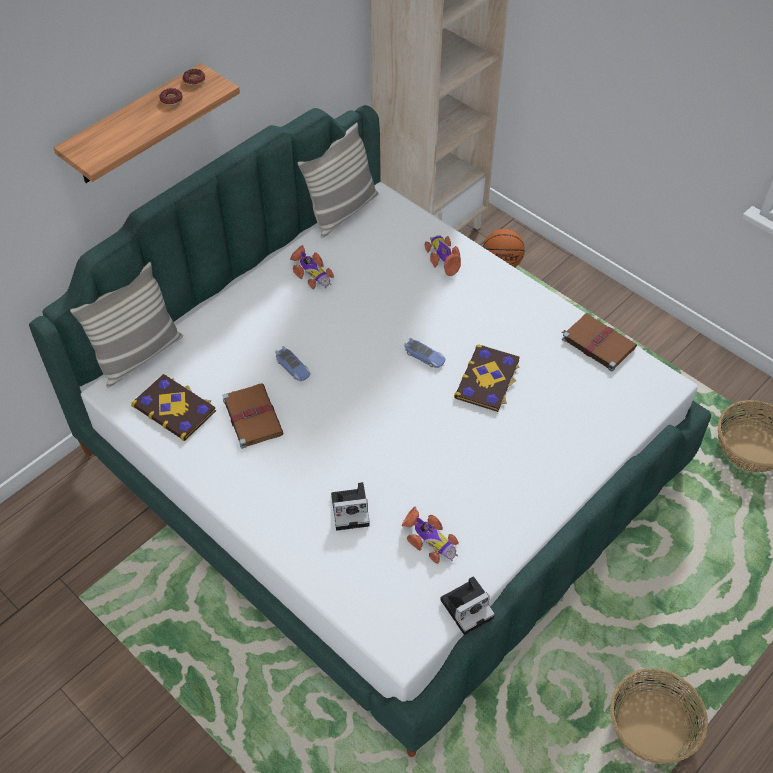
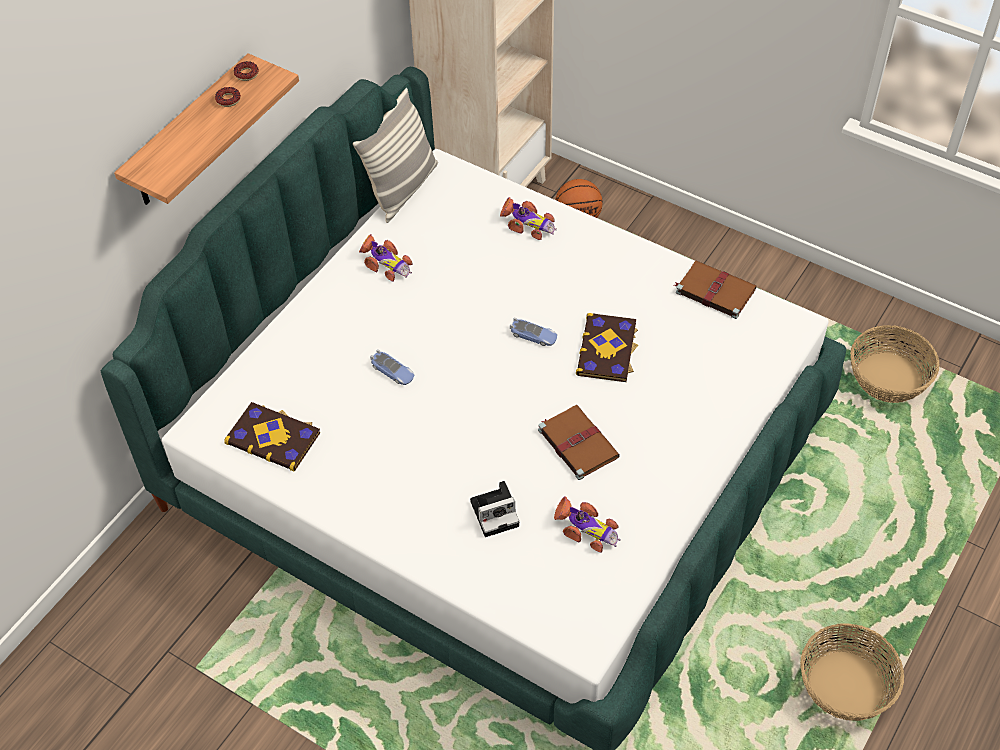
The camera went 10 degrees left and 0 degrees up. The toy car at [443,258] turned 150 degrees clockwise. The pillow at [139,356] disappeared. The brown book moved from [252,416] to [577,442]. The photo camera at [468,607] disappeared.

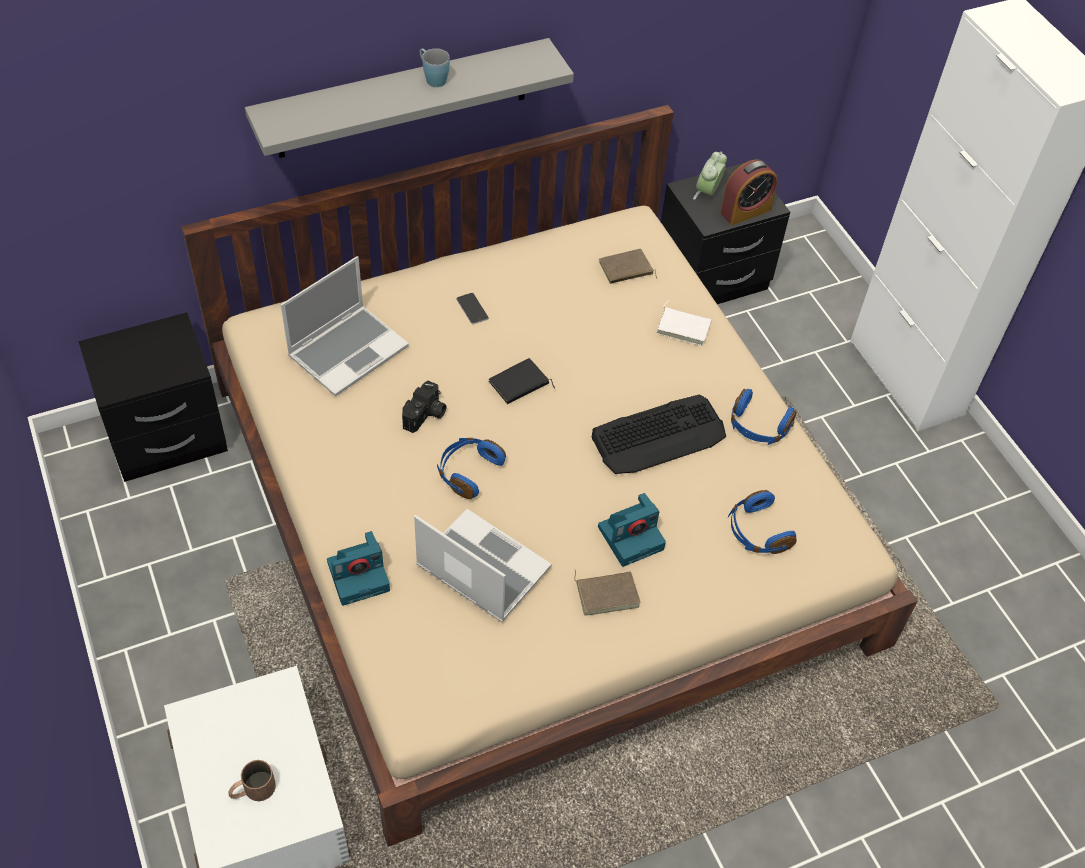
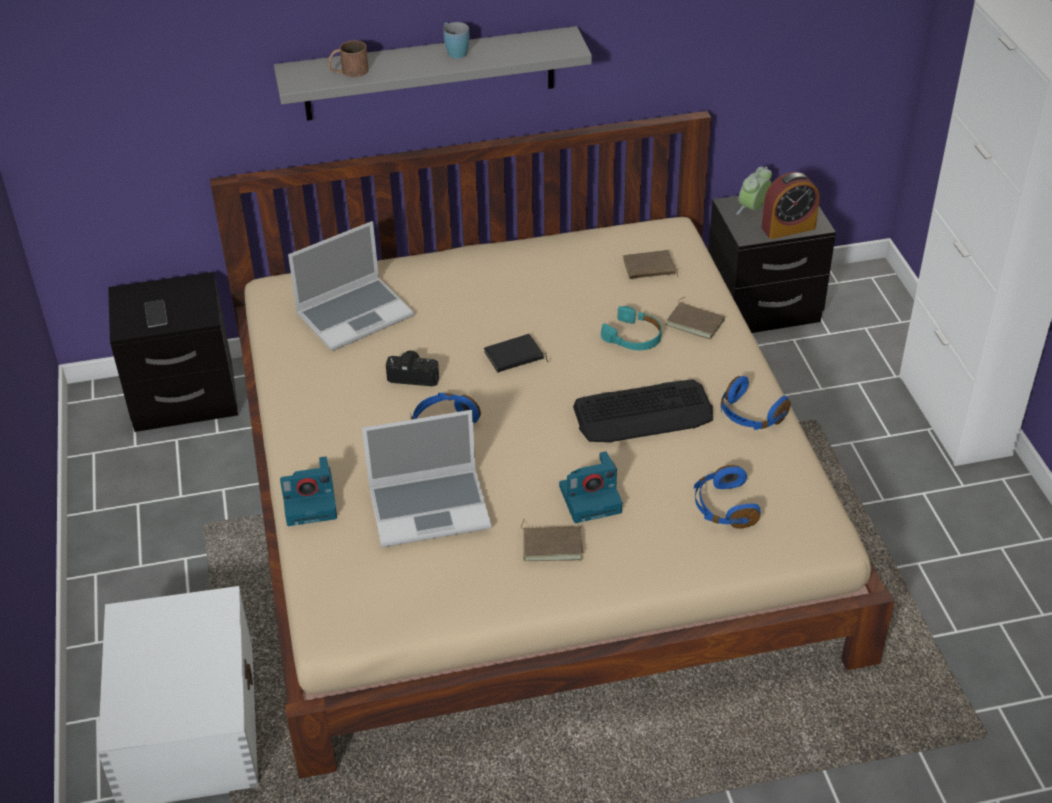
The camera went 15 degrees right and 10 degrees down. The phone moved from [472,308] to [156,314]. The white book at [684,327] became the brown book at [696,322]. The photo camera at [426,416] turned 120 degrees counterclockwise. The laptop at [480,567] turned 120 degrees clockwise. The brown mug moved from [252,790] to [348,71]. The turquoise headphones at [633,337] appeared.

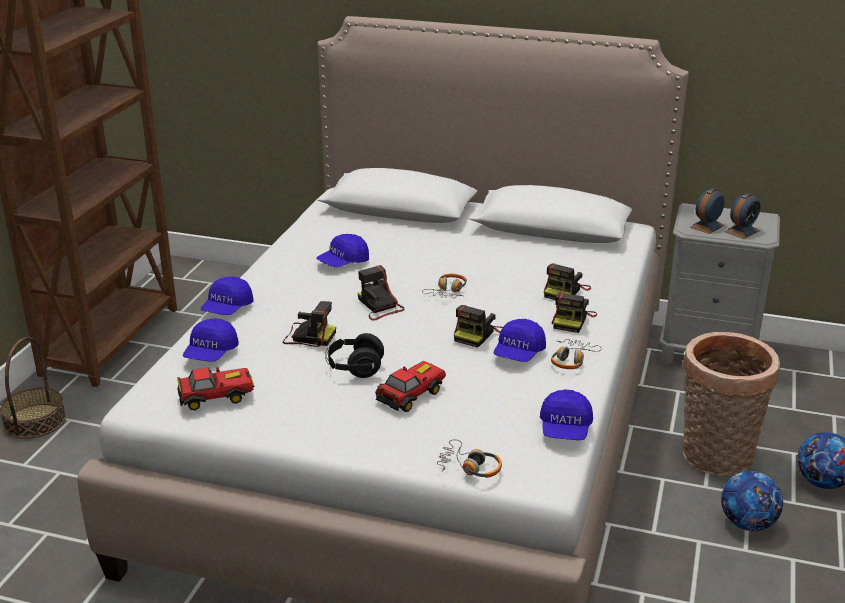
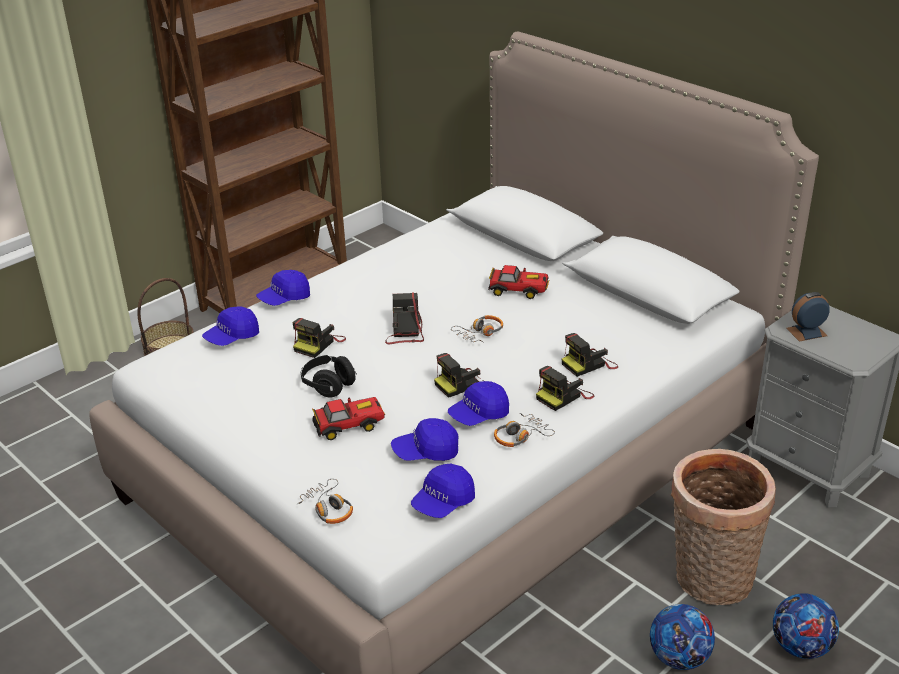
The camera went 30 degrees right and 5 degrees up. The alarm clock at [742,231] disappeared. The blue cap moved from [343,263] to [426,452]. The photo camera at [308,336] turned 75 degrees clockwise. The toy car moved from [217,397] to [518,290].

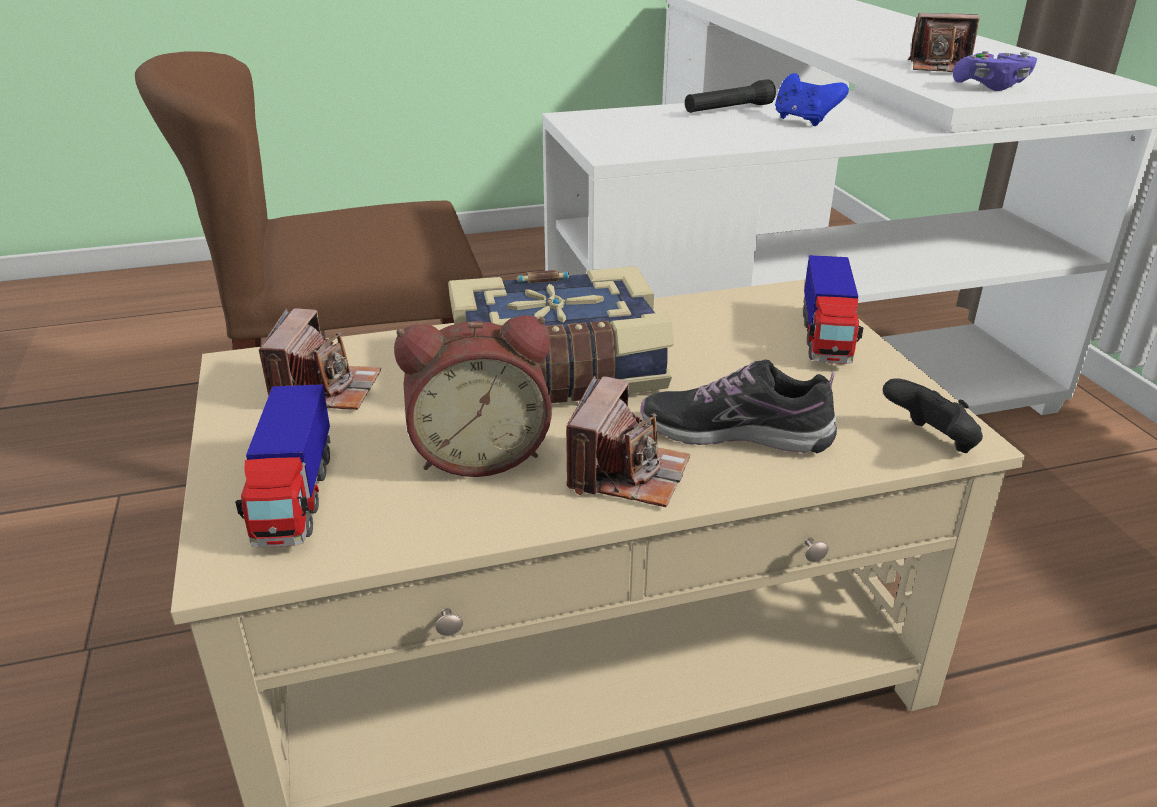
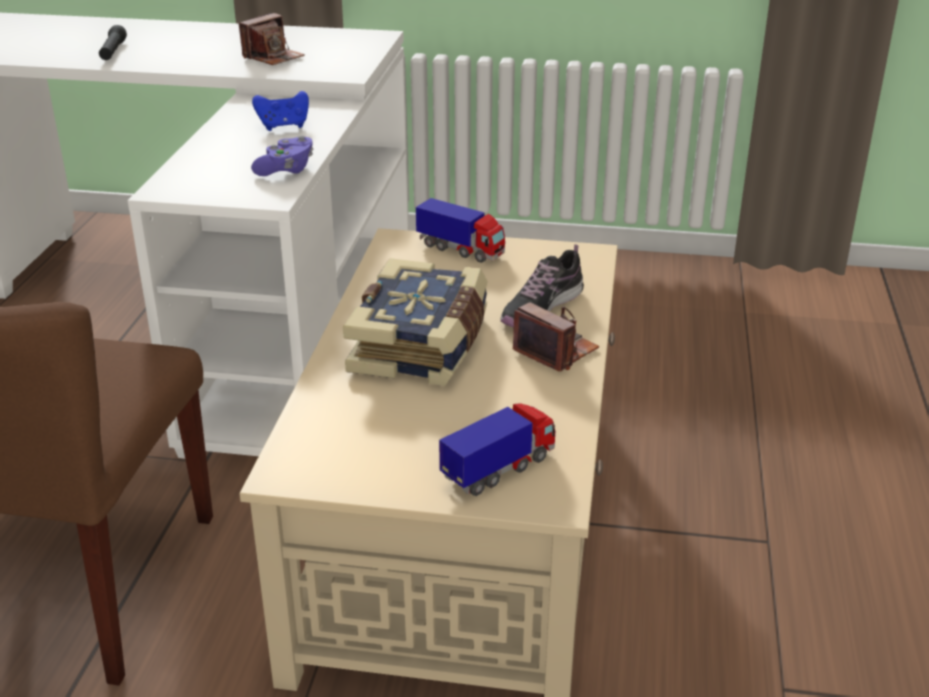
The camera went 65 degrees left and 0 degrees up. The purple game controller moved from [991,87] to [286,170]. The black flashlight moved from [728,109] to [113,52]. The photo camera at [325,389] disappeared. The alarm clock at [479,453] disappeared. The black game controller at [931,442] disappeared. The toy truck at [295,498] turned 60 degrees counterclockwise.

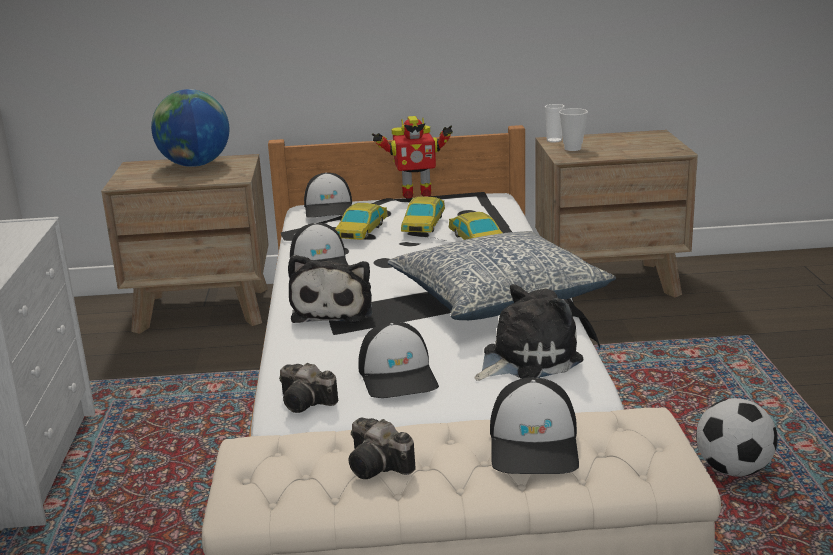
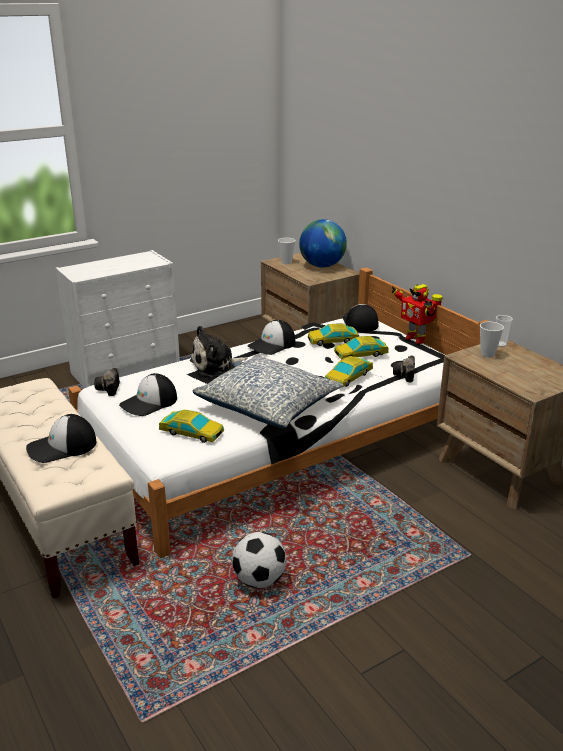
The camera went 60 degrees right and 5 degrees up. The cap at [329,208] turned 120 degrees clockwise. The plush toy at [526,358] was replaced by the toy car at [191,432]. The photo camera moved from [380,467] to [405,376]. The cup at [286,262] appeared.

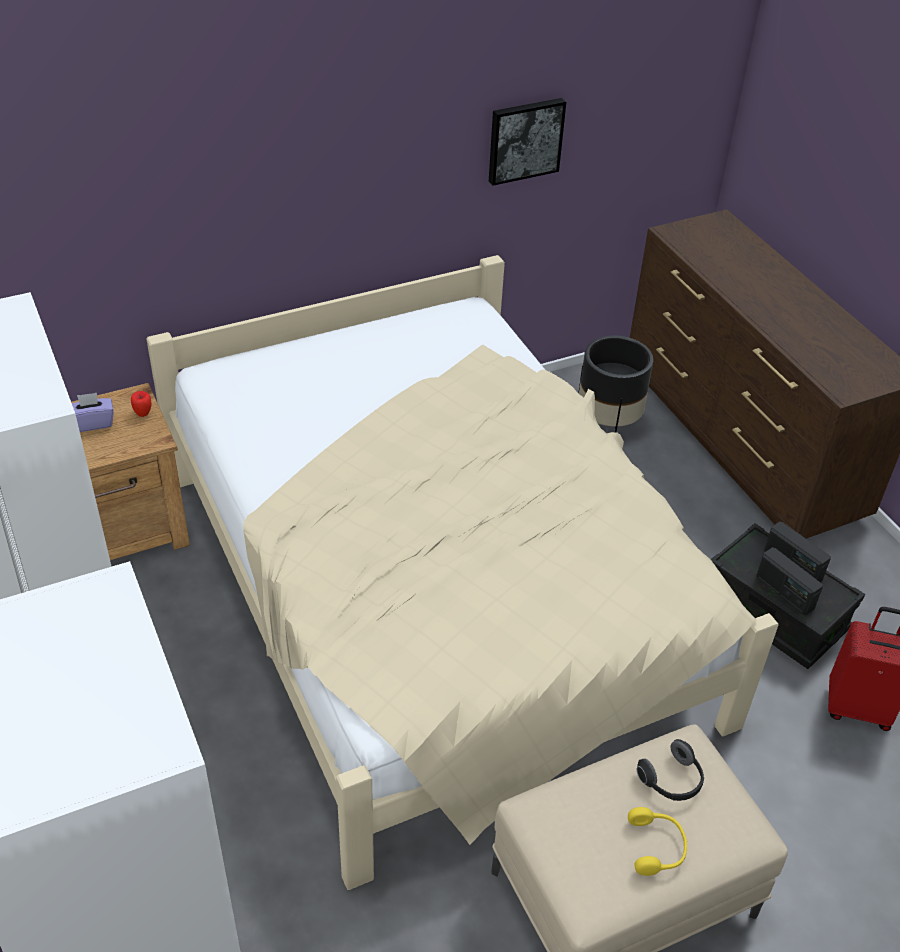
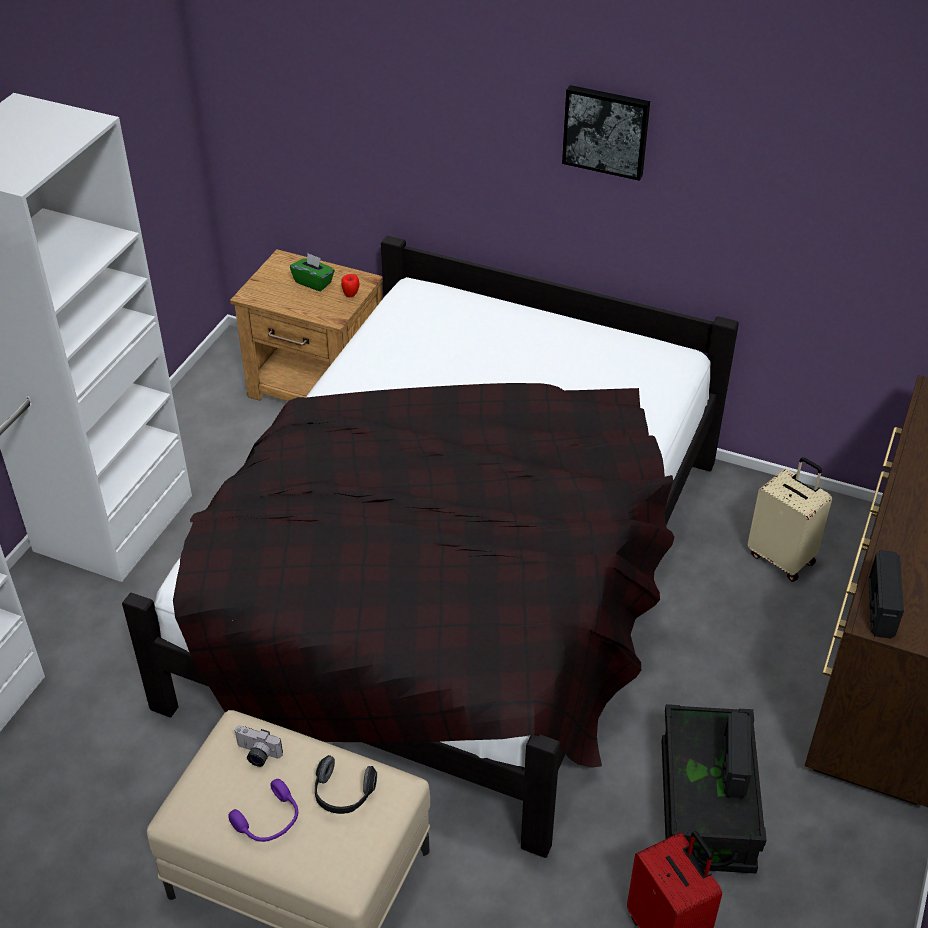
The camera went 50 degrees right and 0 degrees up. The picture moved from [524,139] to [606,130]. The beige bed at [436,596] became the black bed at [457,580]. The black planter at [607,426] was replaced by the beige suitcase at [782,558]. The purple tissue box at [93,423] became the green tissue box at [313,282]. The radio moved from [784,592] to [880,607]. The yellow headphones at [657,847] became the purple headphones at [269,821]. The photo camera at [256,754] appeared.

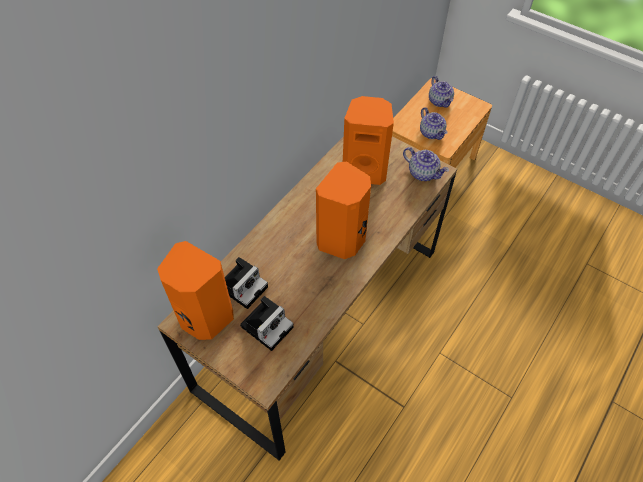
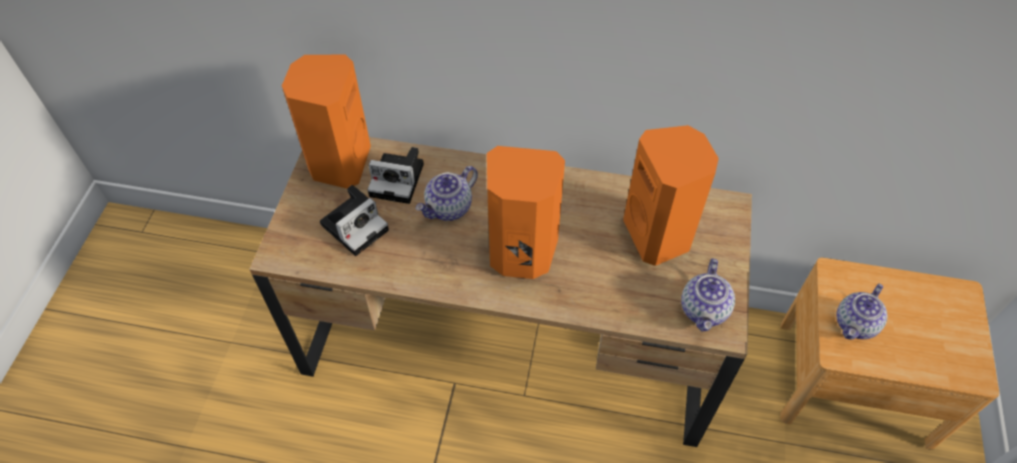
The camera went 65 degrees right and 0 degrees up. The teapot moved from [440,101] to [449,208]. The photo camera at [267,325] turned 60 degrees counterclockwise.

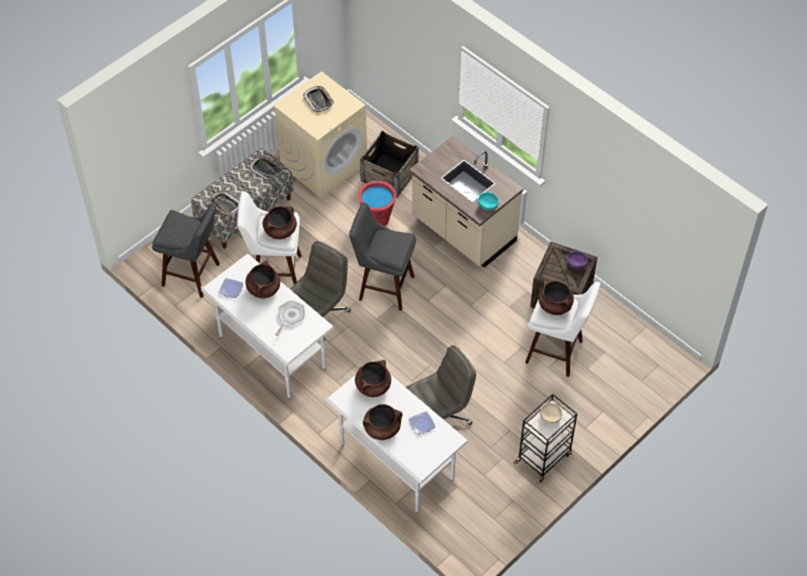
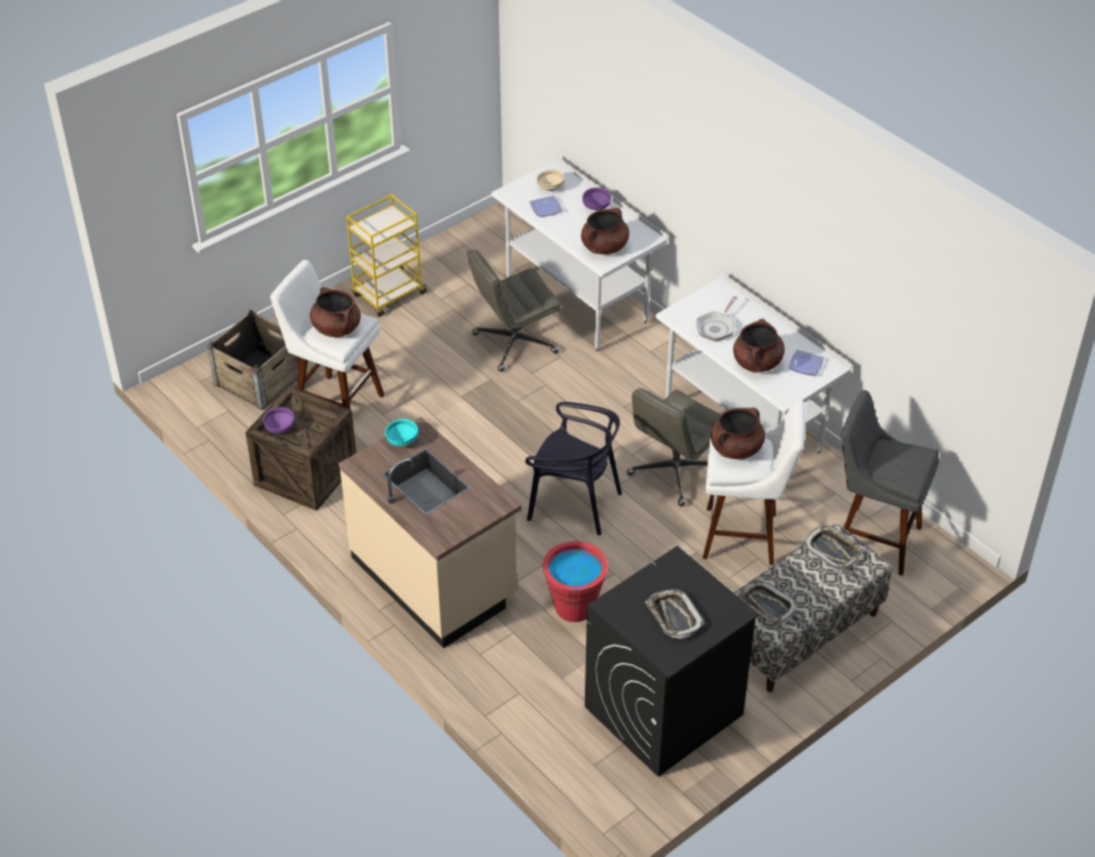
The camera went 175 degrees left and 10 degrees down. The beige washing machine at [324,164] became the black washing machine at [663,711]. The crate moved from [389,175] to [259,378]. The grey stool at [383,287] was replaced by the black chair at [574,503]. The black cart at [543,457] became the yellow cart at [389,295]. The beige bowl moved from [550,417] to [550,187]. The brown cooking pot at [382,428] was replaced by the purple bowl at [596,207].

